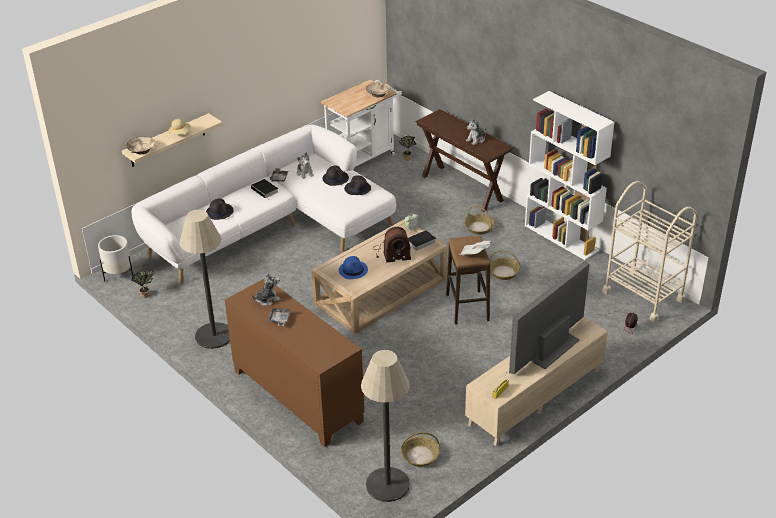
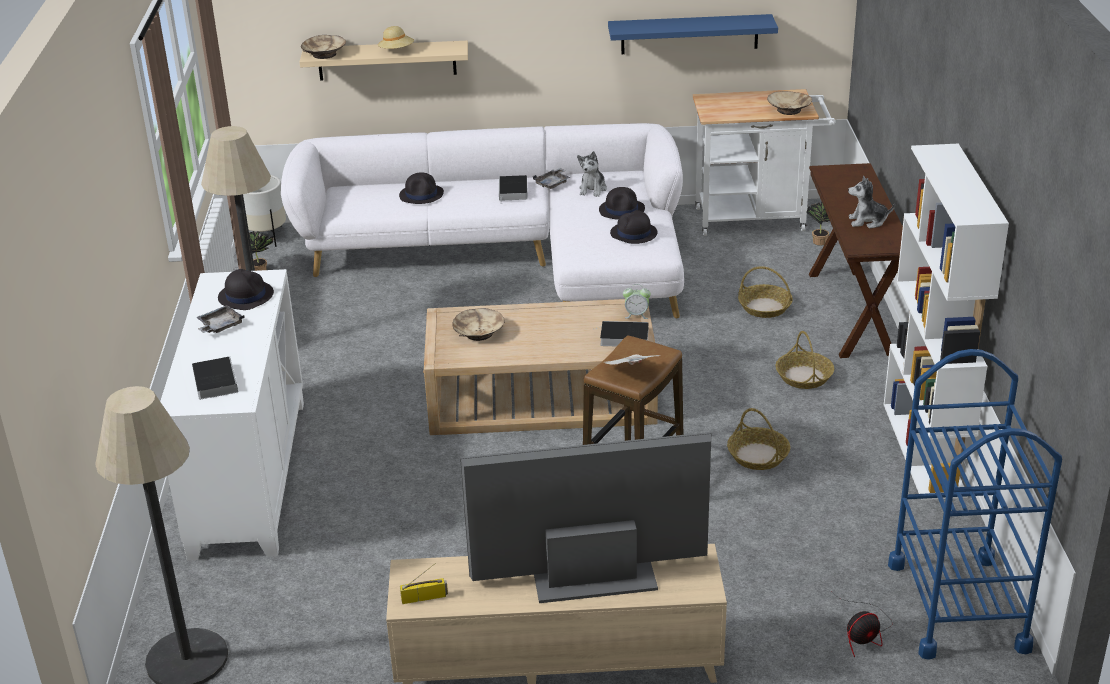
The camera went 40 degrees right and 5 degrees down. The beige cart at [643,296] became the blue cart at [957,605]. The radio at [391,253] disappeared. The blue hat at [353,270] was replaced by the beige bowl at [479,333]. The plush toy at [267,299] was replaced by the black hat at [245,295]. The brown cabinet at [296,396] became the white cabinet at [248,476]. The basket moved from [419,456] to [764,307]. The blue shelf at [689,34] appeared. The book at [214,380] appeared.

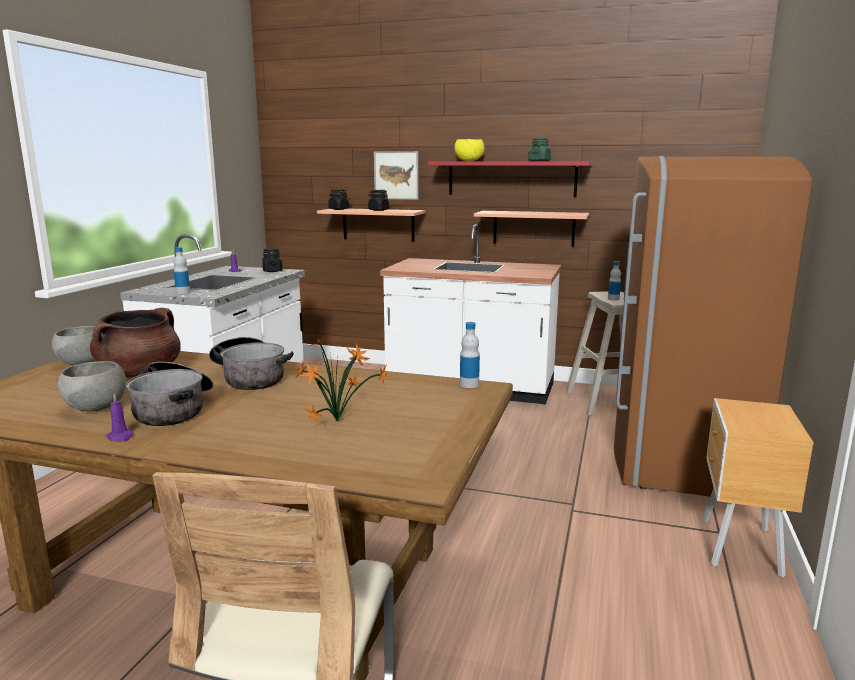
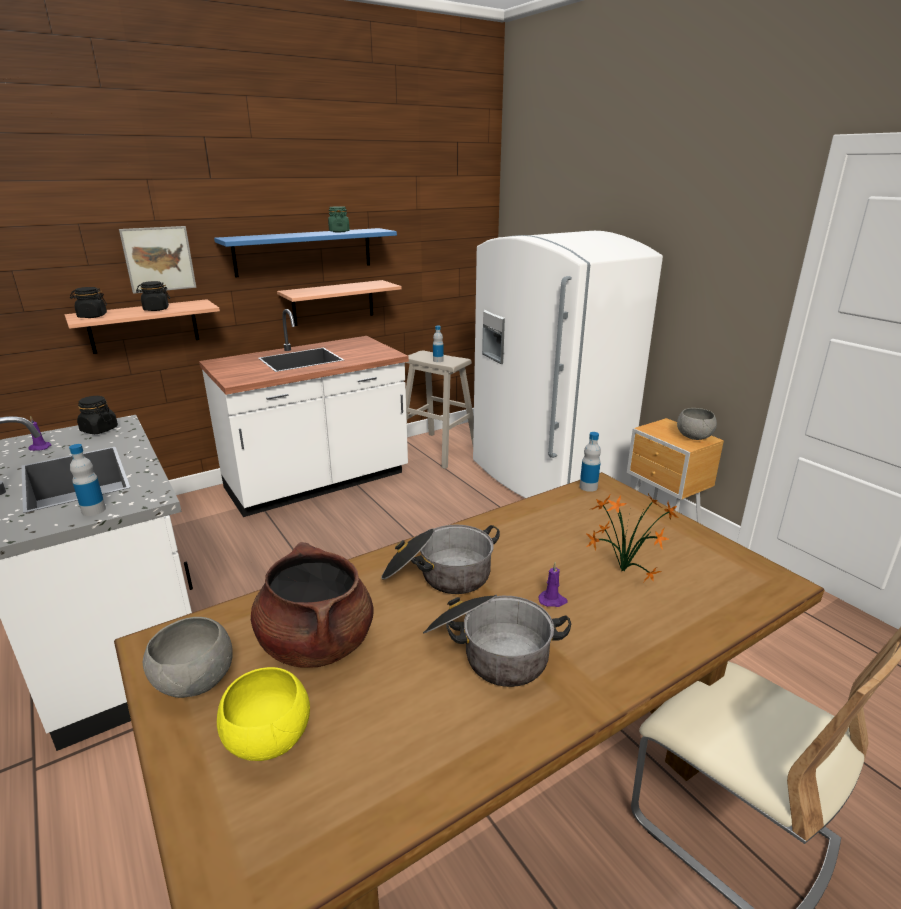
The camera went 50 degrees left and 10 degrees up. The yellow bowl moved from [469,161] to [270,740]. The brown fridge at [678,457] became the white fridge at [545,476]. The red shelf at [511,178] became the blue shelf at [304,252]. The grey bowl moved from [96,408] to [694,437]. The purple candle moved from [120,437] to [552,600].

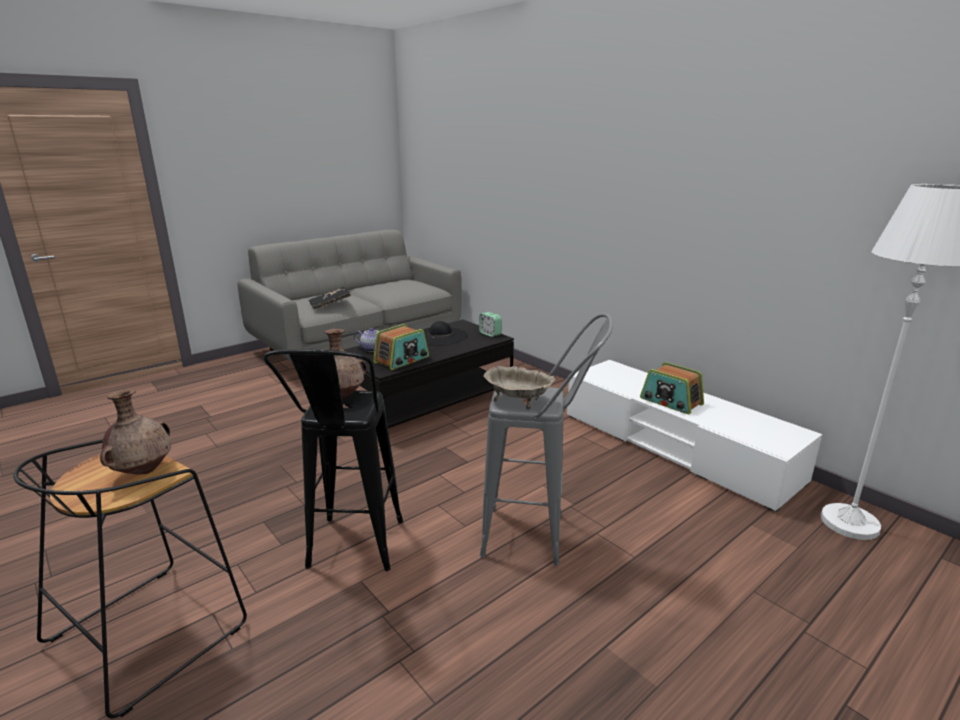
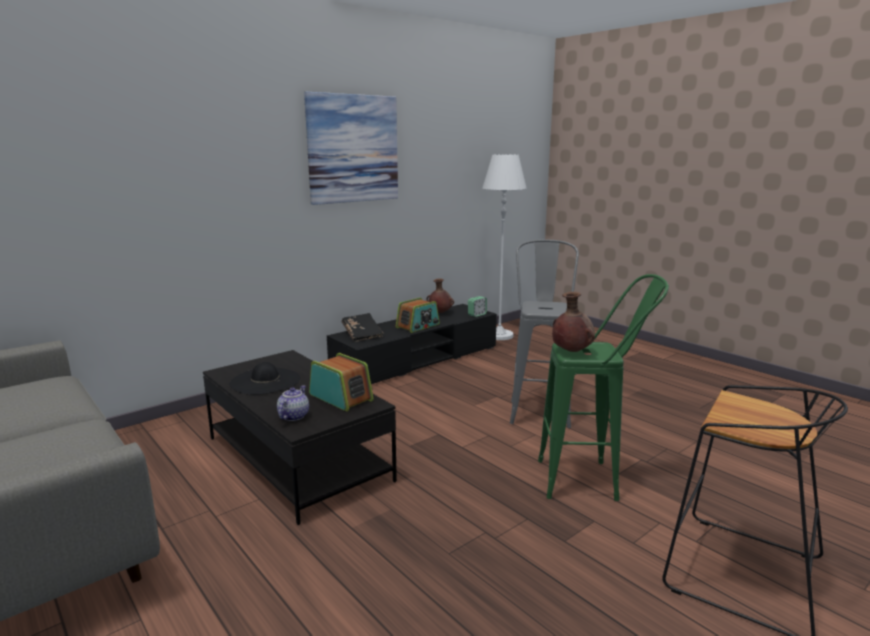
The camera went 90 degrees left and 5 degrees down. The black book moved from [330,305] to [362,334]. The alarm clock moved from [490,334] to [477,314]. The black stool at [352,555] became the green stool at [591,480]. The white tv stand at [675,447] became the black tv stand at [417,360]. The beige bowl at [518,400] disappeared. The brown vase moved from [144,471] to [439,313]. The picture at [353,149] appeared.

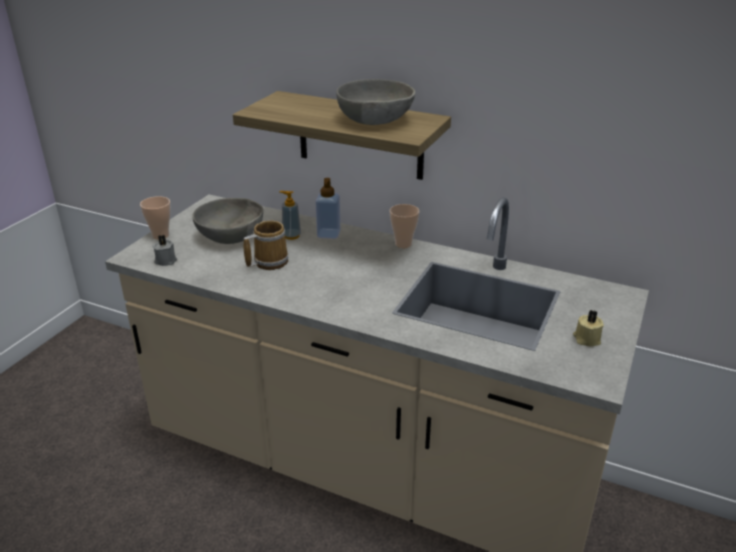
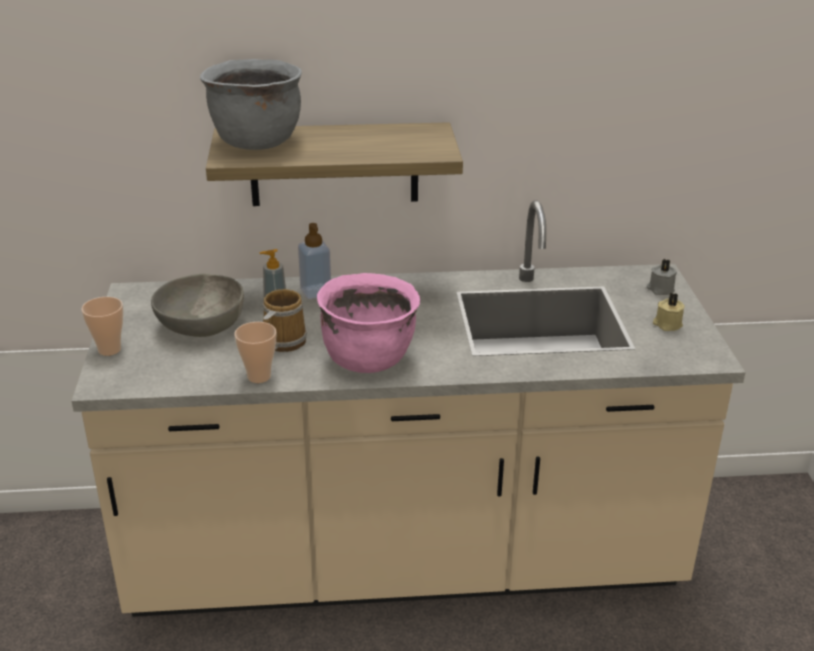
The camera went 30 degrees left and 0 degrees up. The grey bowl at [375,119] disappeared. The cup moved from [403,244] to [259,376]. The grey candle moved from [165,260] to [660,289]. The grey cooking pot at [256,141] appeared. The pink cooking pot at [368,359] appeared.

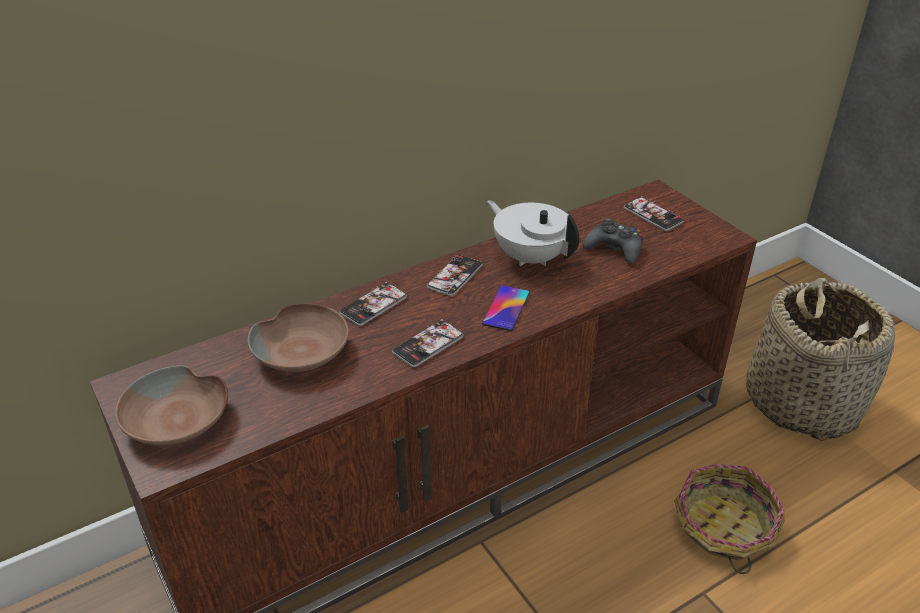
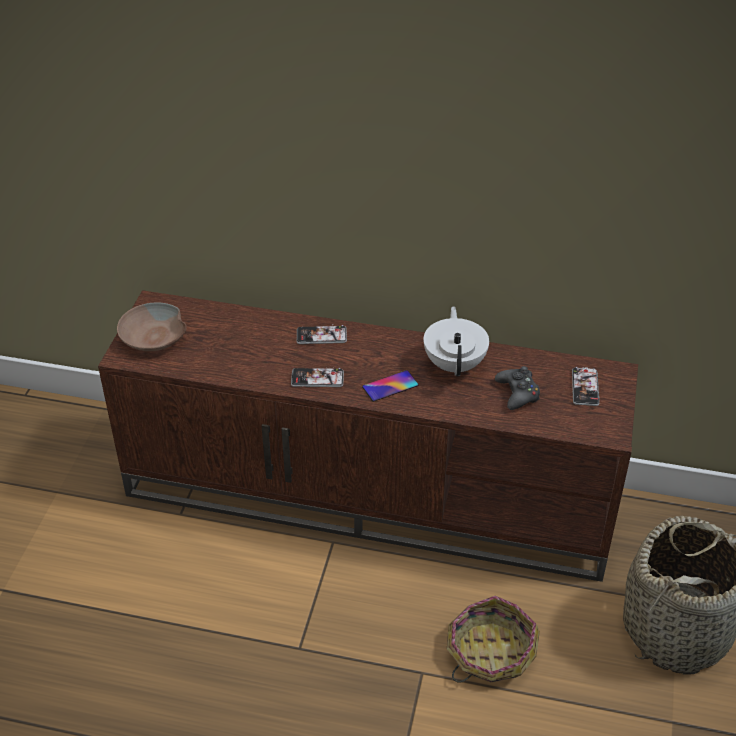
The camera went 45 degrees right and 5 degrees up. The phone at [455,276] disappeared. The brown bowl at [303,351] disappeared.

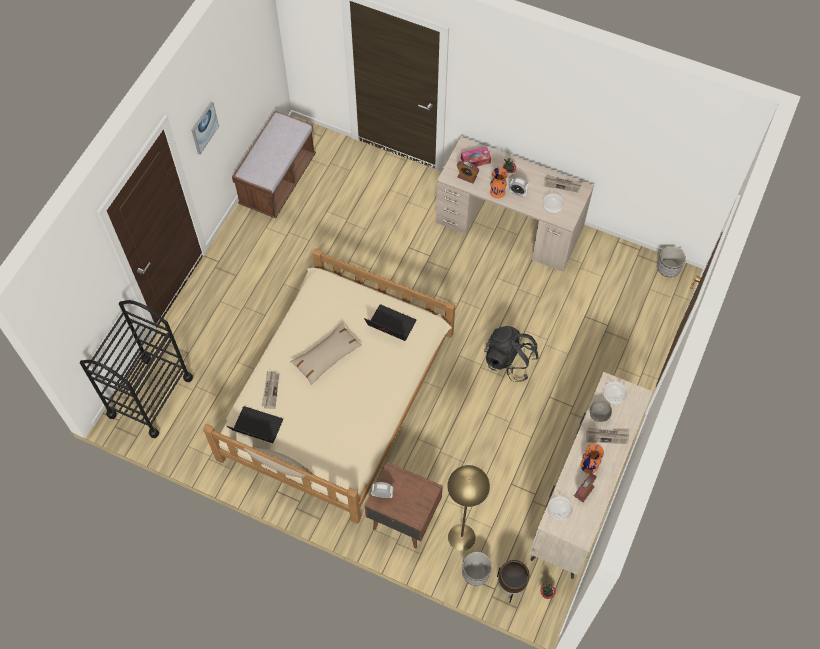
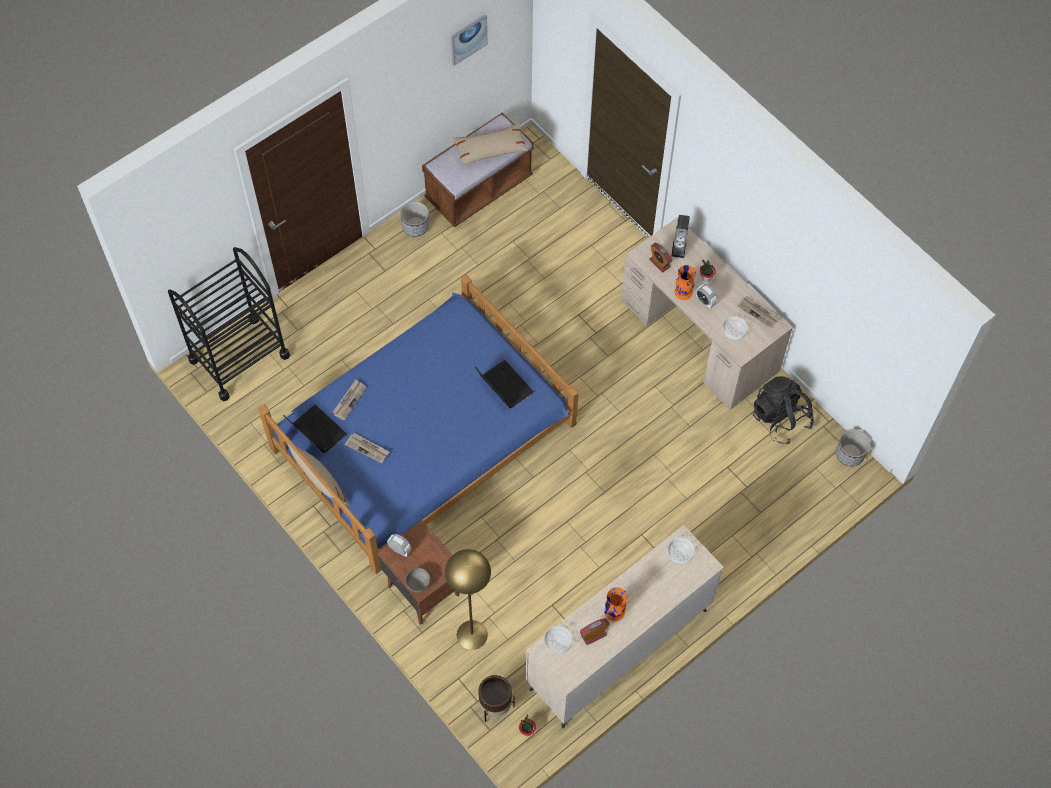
The camera went 25 degrees right and 0 degrees up. The picture moved from [204,127] to [468,39]. The tissue box at [475,160] was replaced by the speaker at [678,249]. The beige bed at [337,393] became the blue bed at [424,435]. The beige pillow moved from [327,356] to [490,149]. The black backpack moved from [509,360] to [780,418]. The grey bowl moved from [599,414] to [419,584]. The newspaper moved from [607,436] to [367,448]. The planter moved from [476,572] to [416,226].

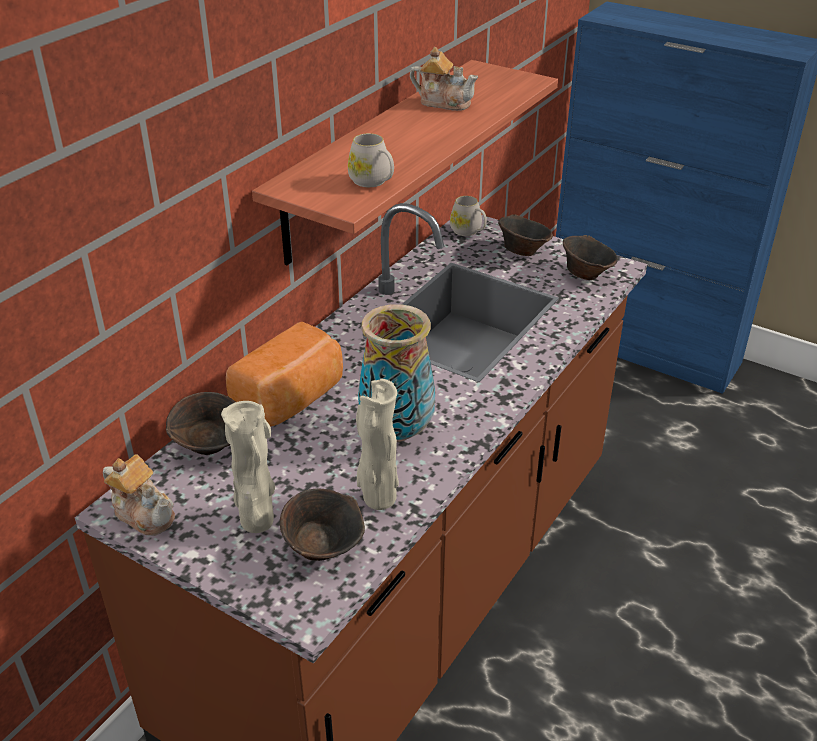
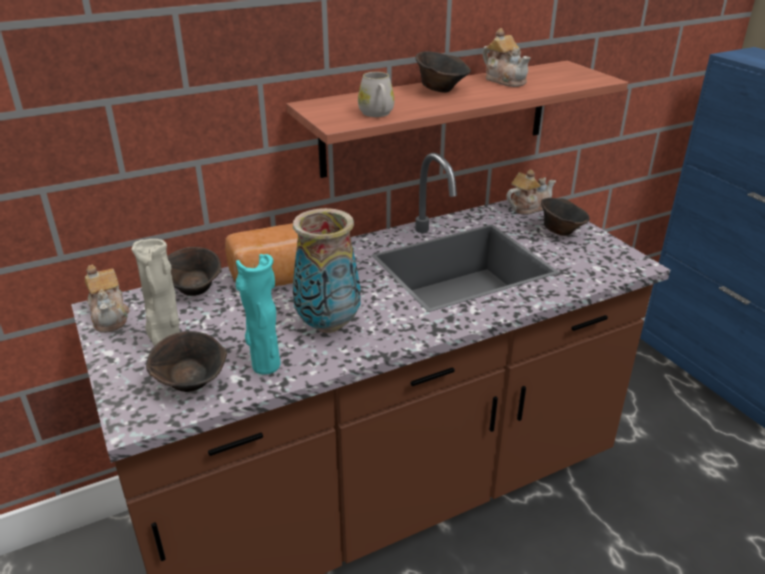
The camera went 30 degrees right and 5 degrees down. The white mug at [468,231] was replaced by the teapot at [528,207]. The brown bowl moved from [586,274] to [441,90]. The beige vase at [378,499] became the turquoise vase at [265,365].

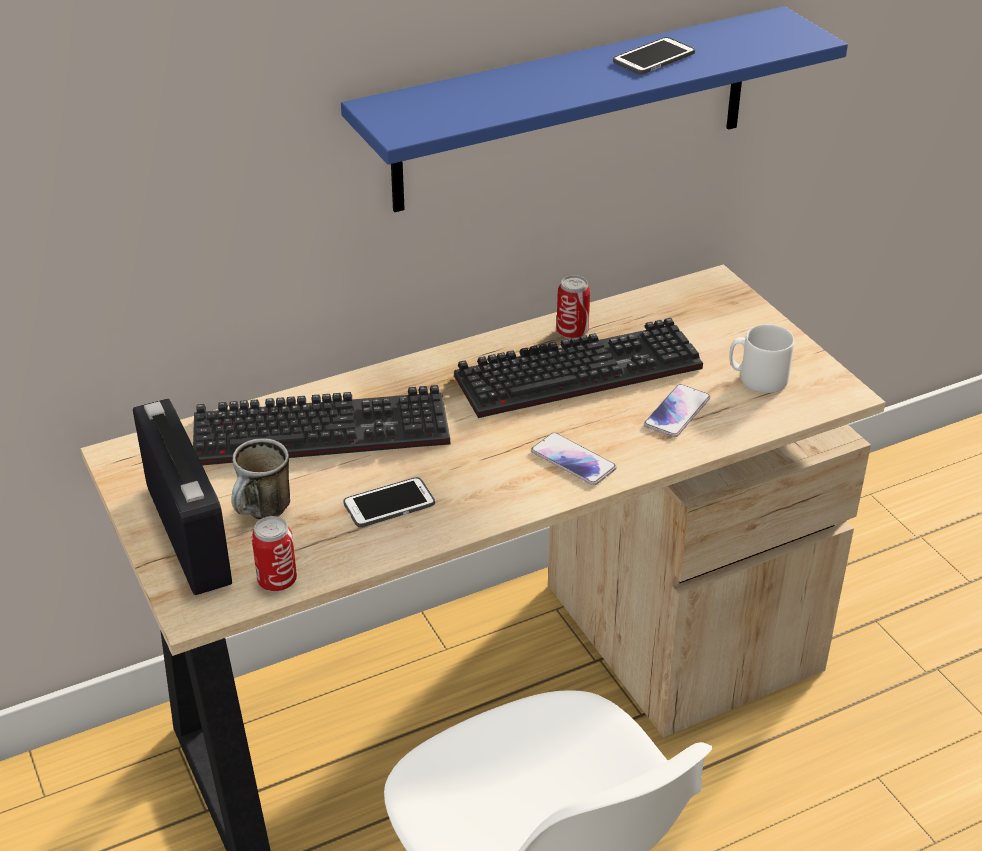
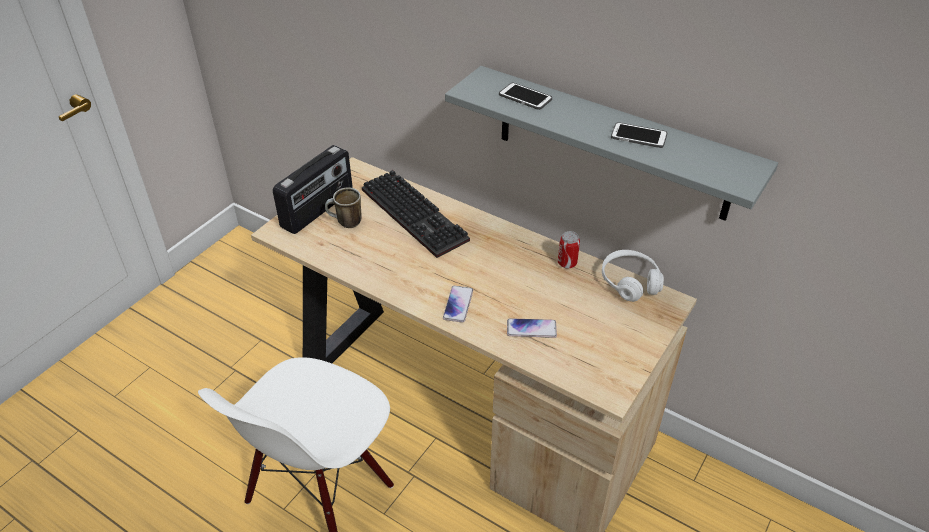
The camera went 60 degrees right and 5 degrees up. The blue shelf at [573,110] became the grey shelf at [612,144]. The keyboard at [580,370] disappeared. The white mug at [757,378] disappeared. The phone moved from [389,504] to [525,97]. The can at [277,581] disappeared. The white headphones at [630,282] appeared.

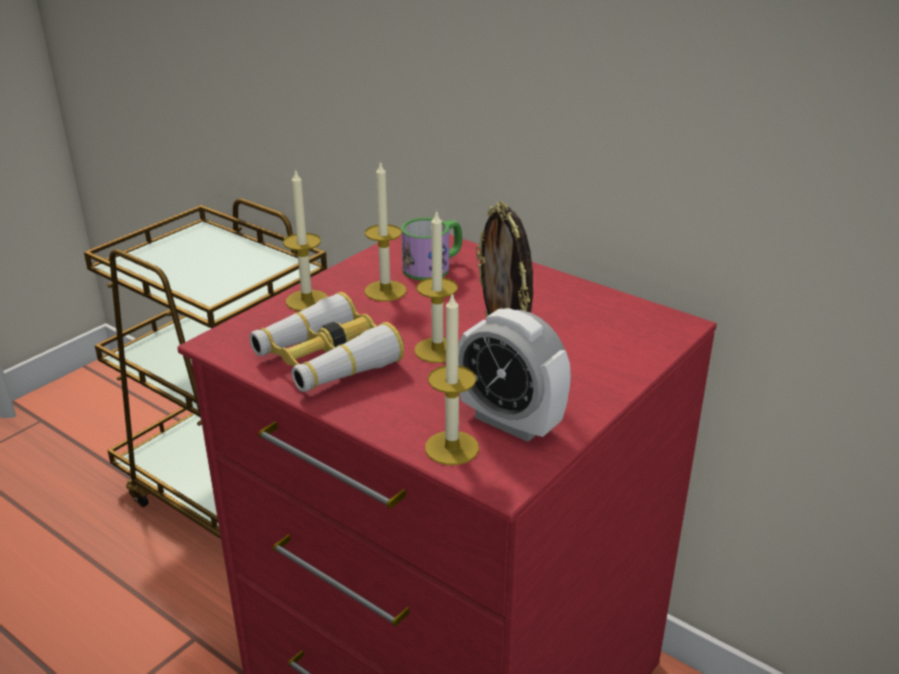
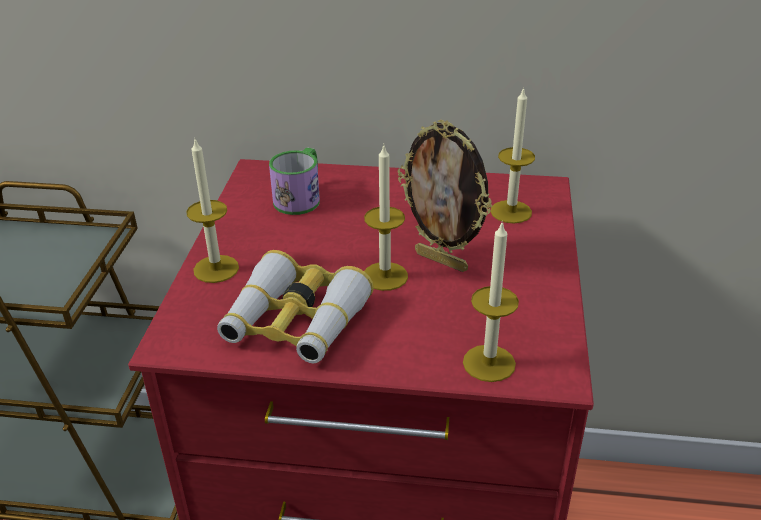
The camera went 30 degrees left and 5 degrees up. The candle moved from [385,291] to [511,212]. The alarm clock at [510,422] disappeared.

